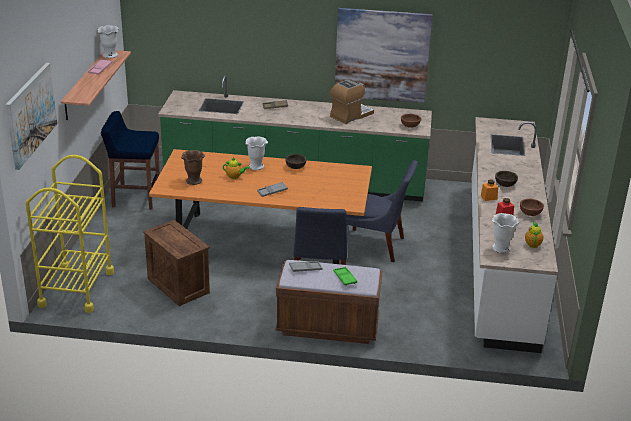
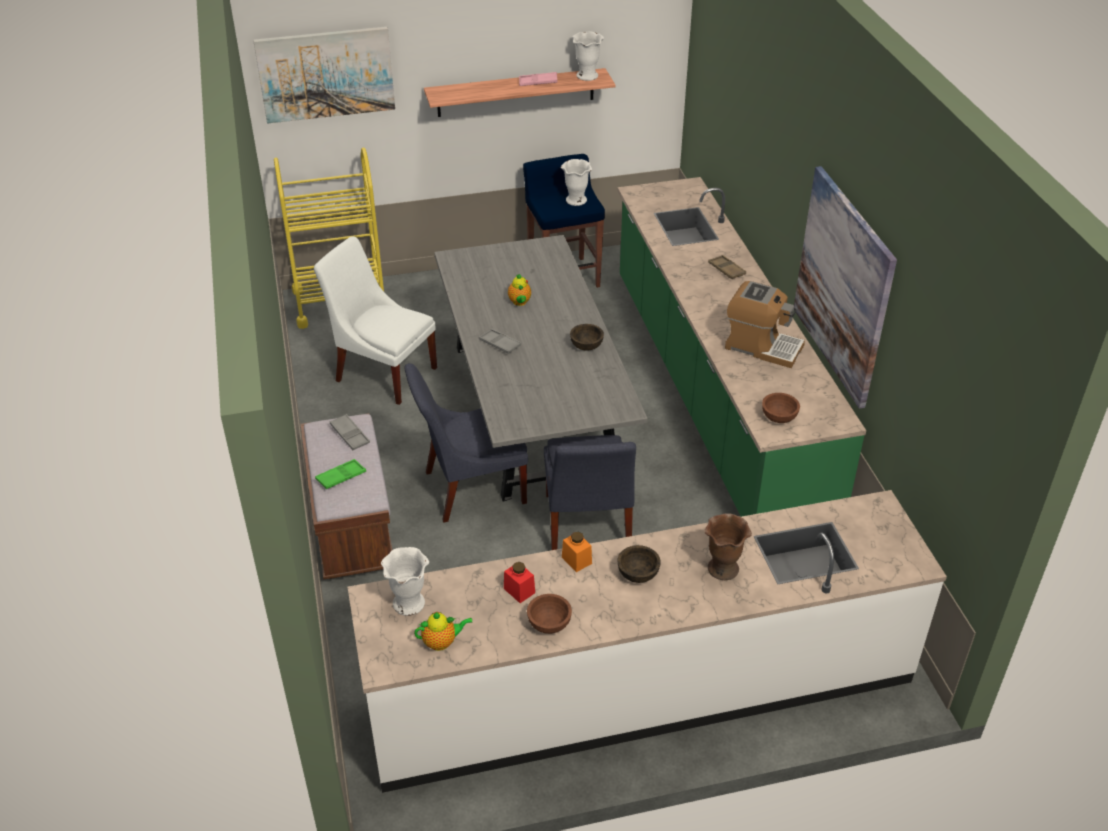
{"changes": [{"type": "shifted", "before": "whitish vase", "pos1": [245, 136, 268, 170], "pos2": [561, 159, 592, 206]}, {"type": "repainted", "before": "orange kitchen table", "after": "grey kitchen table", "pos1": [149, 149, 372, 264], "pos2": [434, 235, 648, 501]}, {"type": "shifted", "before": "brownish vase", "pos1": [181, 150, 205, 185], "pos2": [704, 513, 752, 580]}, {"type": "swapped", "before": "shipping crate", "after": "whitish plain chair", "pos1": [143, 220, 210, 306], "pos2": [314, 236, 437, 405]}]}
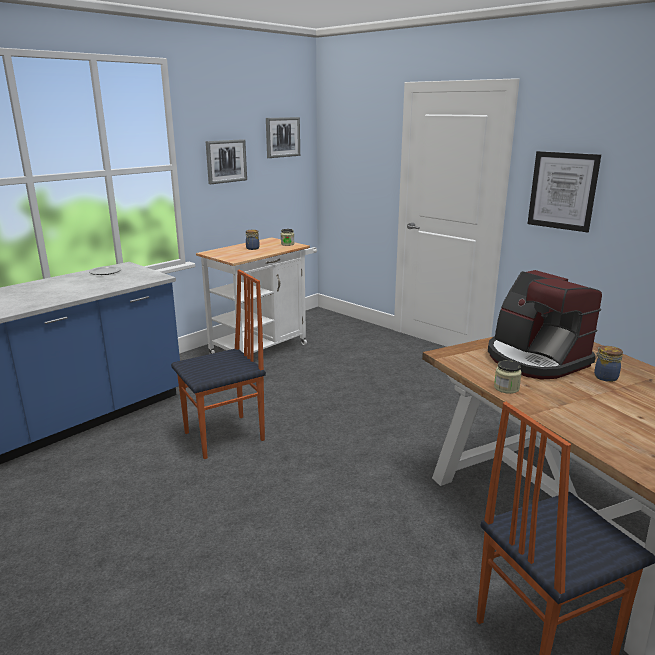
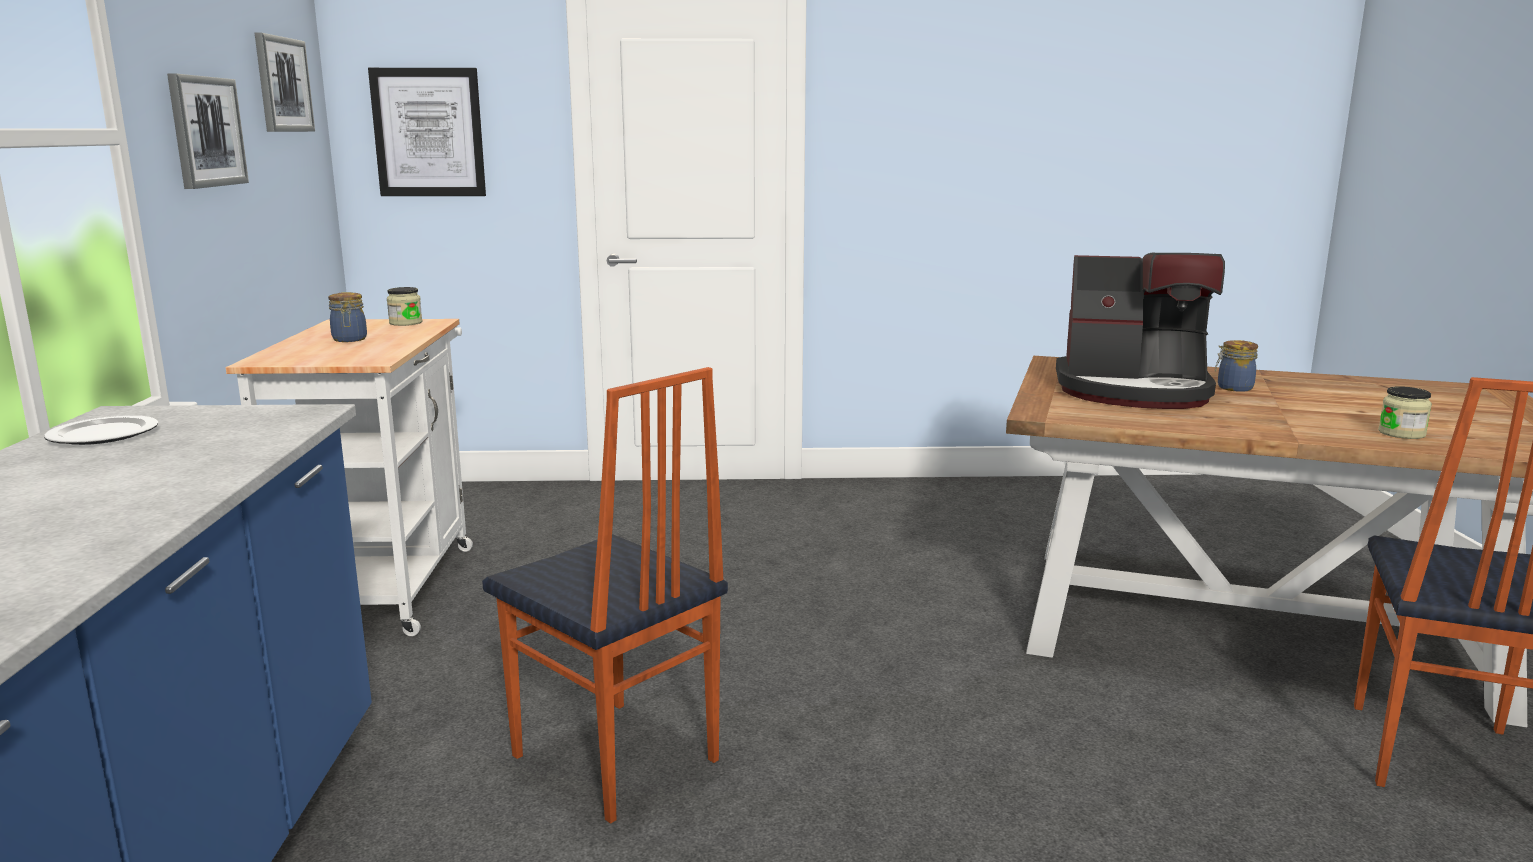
{"changes": [{"type": "shifted", "before": "picture", "pos1": [527, 151, 601, 232], "pos2": [368, 68, 486, 196]}, {"type": "rotated", "before": "plain chair", "pos1": [171, 270, 266, 459], "pos2": [482, 367, 728, 824], "turn": 120}, {"type": "shifted", "before": "jar", "pos1": [494, 360, 522, 394], "pos2": [1378, 386, 1432, 439]}]}
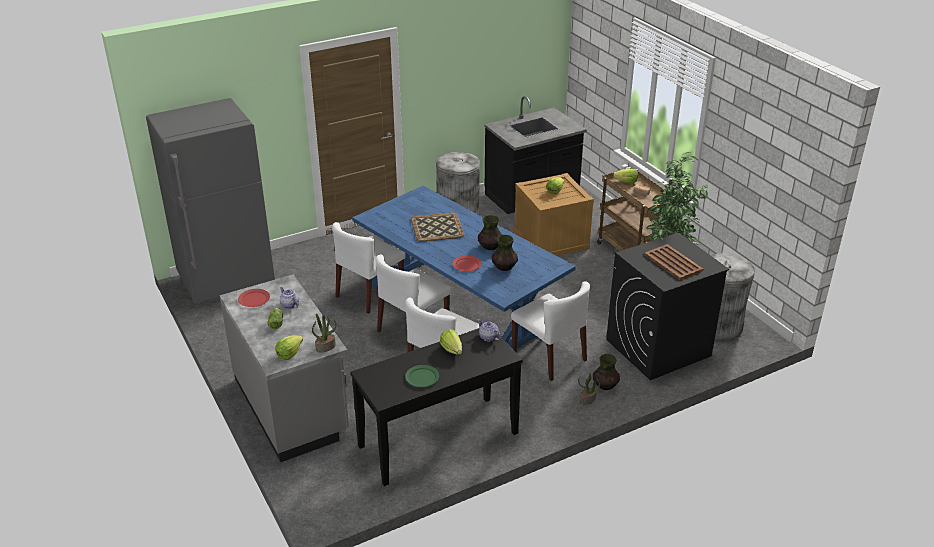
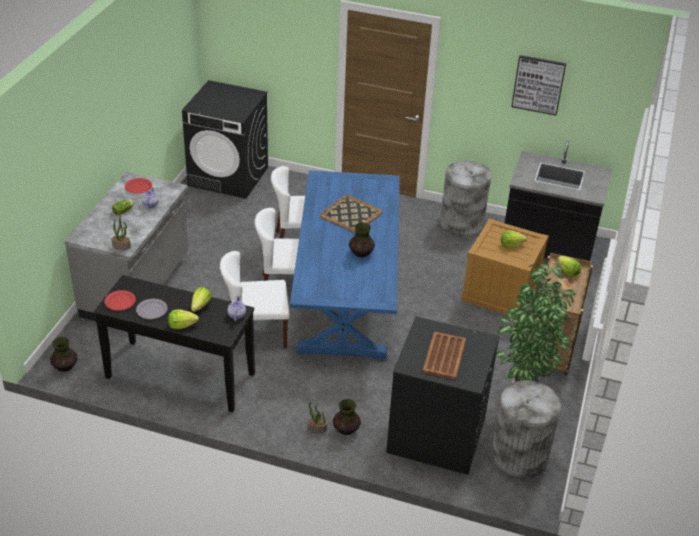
{"changes": [{"type": "swapped", "before": "grey fridge", "after": "blackish laundry appliance", "pos1": [146, 98, 275, 304], "pos2": [182, 80, 268, 199]}, {"type": "shifted", "before": "vase", "pos1": [492, 235, 518, 271], "pos2": [50, 337, 78, 372]}, {"type": "shifted", "before": "red-coloured plate", "pos1": [453, 256, 481, 272], "pos2": [104, 290, 136, 311]}, {"type": "gone", "before": "whitish plain chair", "pos1": [511, 281, 590, 381]}, {"type": "shifted", "before": "lettuce head", "pos1": [275, 335, 303, 360], "pos2": [168, 310, 199, 329]}, {"type": "repainted", "before": "greenish plate", "after": "grey plate", "pos1": [405, 365, 439, 387], "pos2": [136, 299, 168, 319]}, {"type": "new", "after": "picture", "pos2": [511, 55, 566, 116]}]}
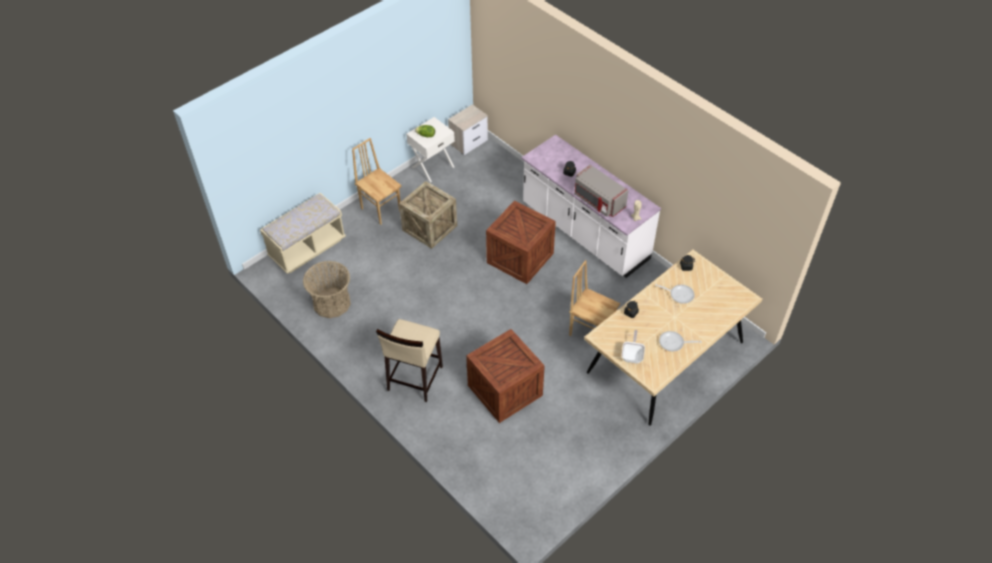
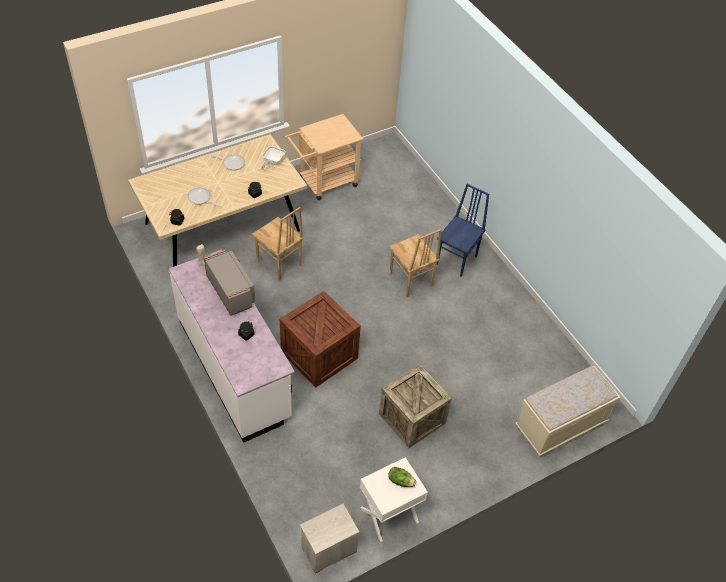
{"changes": [{"type": "shifted", "before": "brownish plain chair", "pos1": [352, 138, 402, 225], "pos2": [389, 229, 442, 297]}, {"type": "gone", "before": "storage basket", "pos1": [303, 261, 351, 318]}, {"type": "swapped", "before": "beige stool", "after": "blue plain chair", "pos1": [376, 319, 443, 402], "pos2": [437, 184, 489, 277]}, {"type": "gone", "before": "shipping crate", "pos1": [466, 329, 545, 423]}, {"type": "new", "after": "beige cart", "pos2": [285, 114, 364, 200]}]}
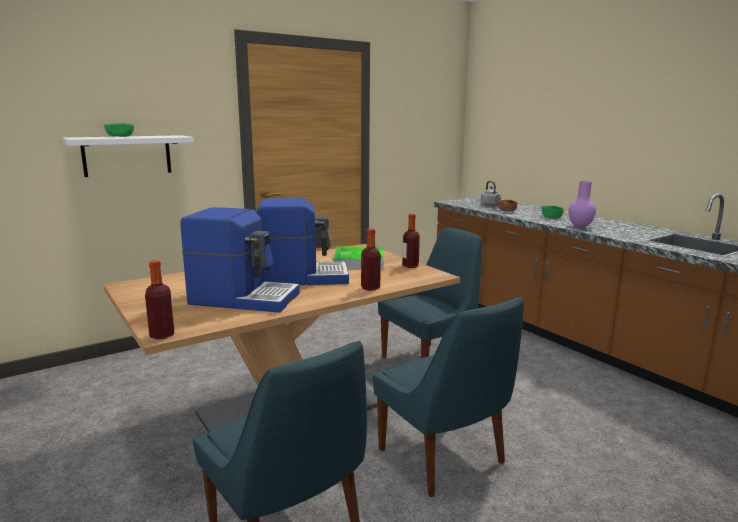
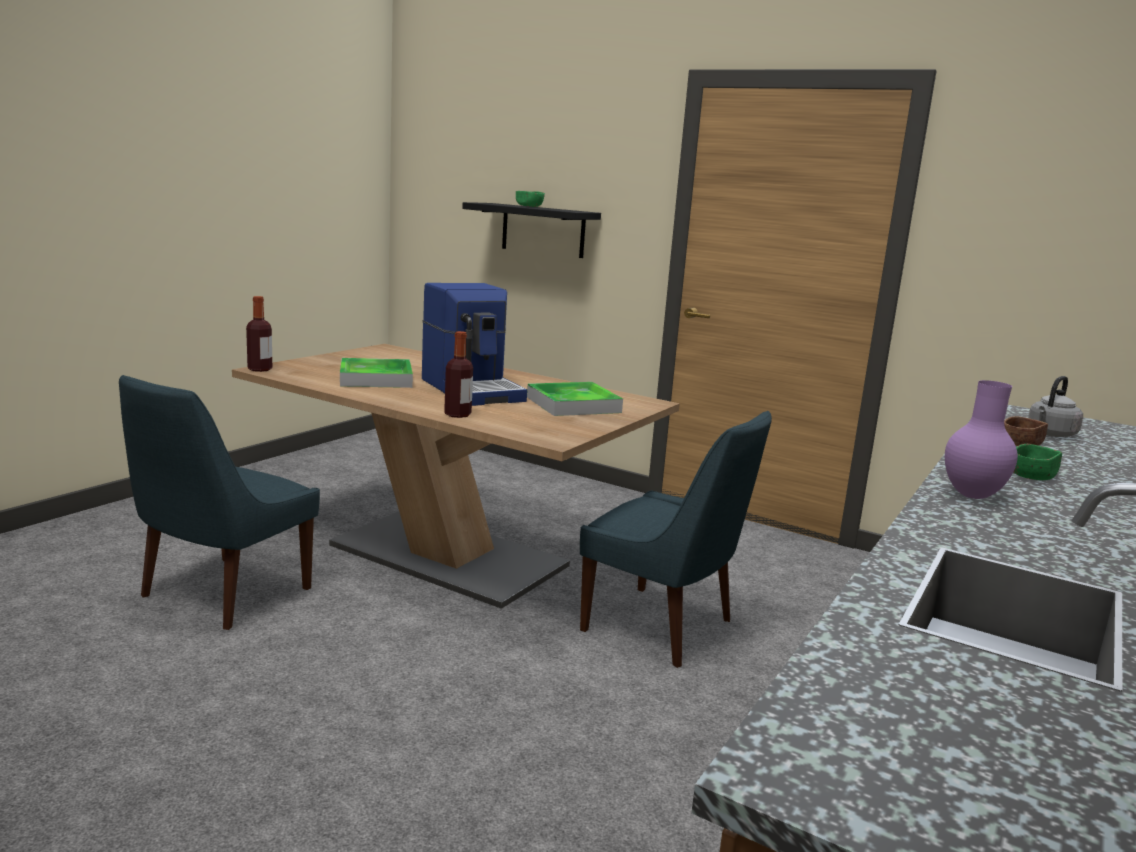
{"changes": [{"type": "repainted", "before": "whitish bracket shelf", "after": "blackish bracket shelf", "pos1": [62, 135, 194, 177], "pos2": [462, 202, 601, 258]}, {"type": "swapped", "before": "coffee machine", "after": "tray", "pos1": [180, 207, 300, 313], "pos2": [340, 358, 413, 388]}, {"type": "gone", "before": "beverage bottle", "pos1": [402, 214, 420, 268]}, {"type": "gone", "before": "blue plain chair", "pos1": [373, 297, 524, 497]}]}
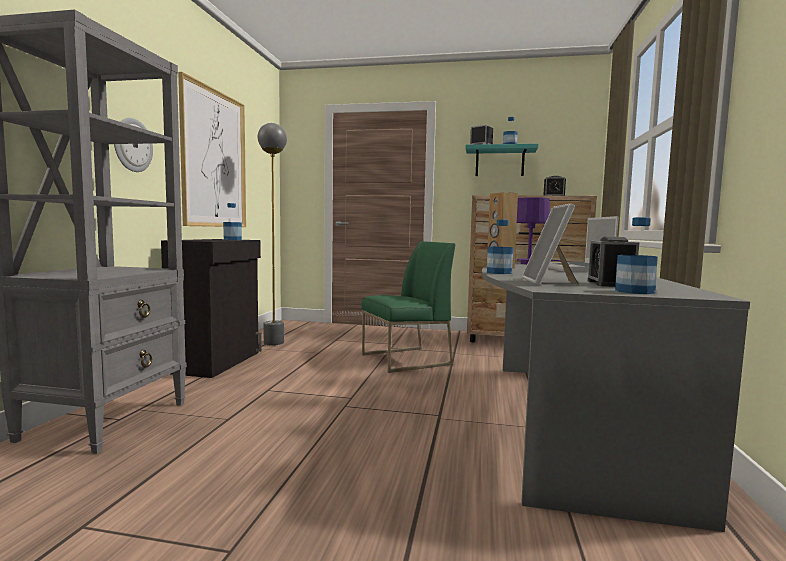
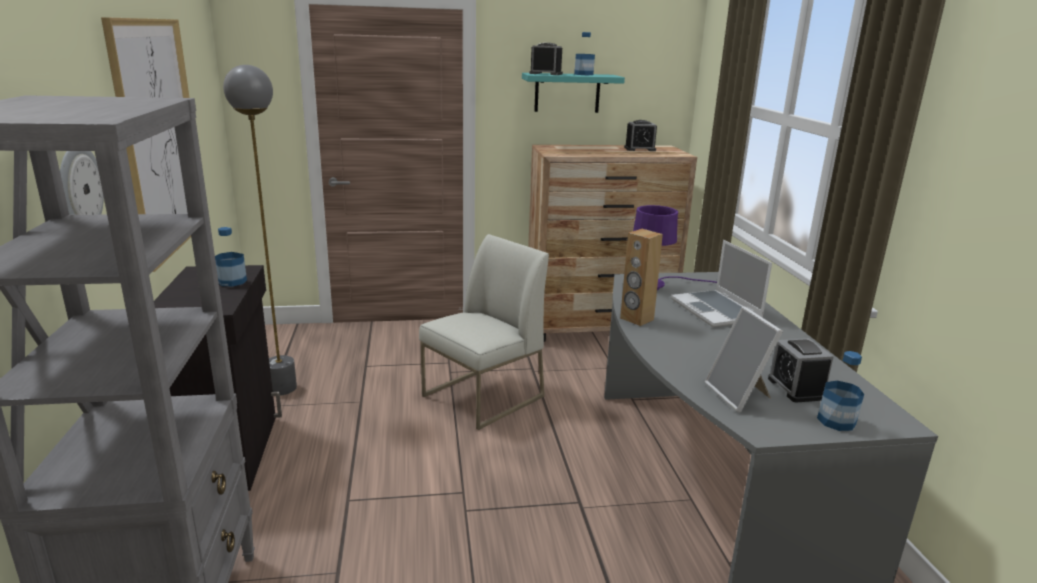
{"changes": [{"type": "gone", "before": "beverage bottle", "pos1": [487, 220, 514, 274]}, {"type": "repainted", "before": "greenish plain chair", "after": "whitish plain chair", "pos1": [362, 241, 455, 373], "pos2": [419, 234, 549, 430]}]}
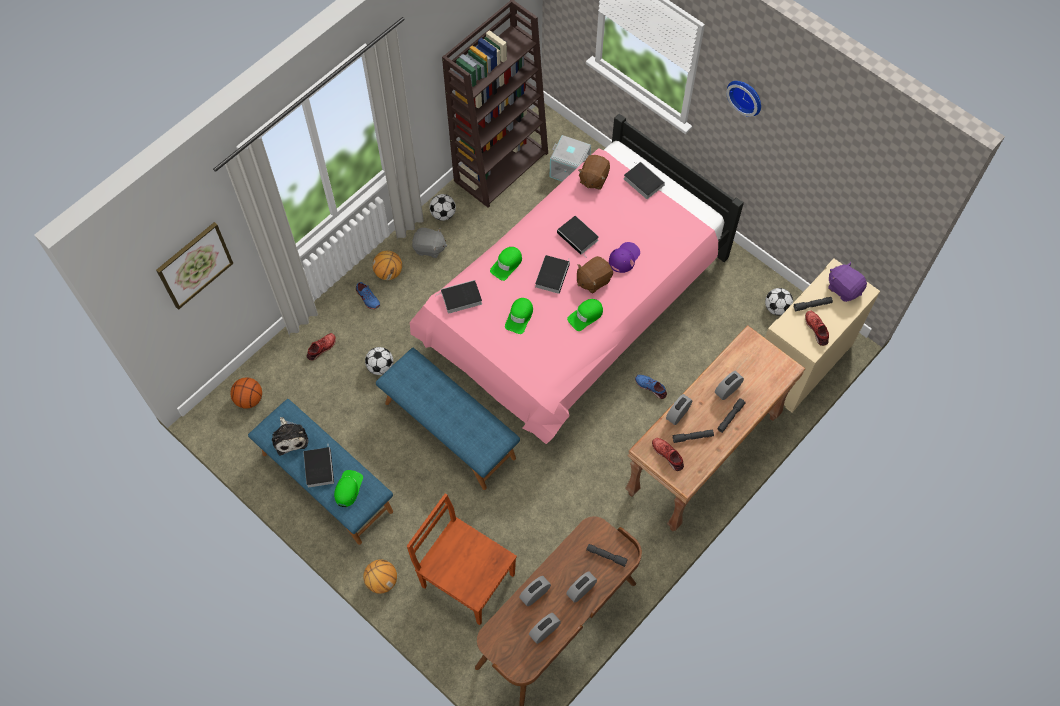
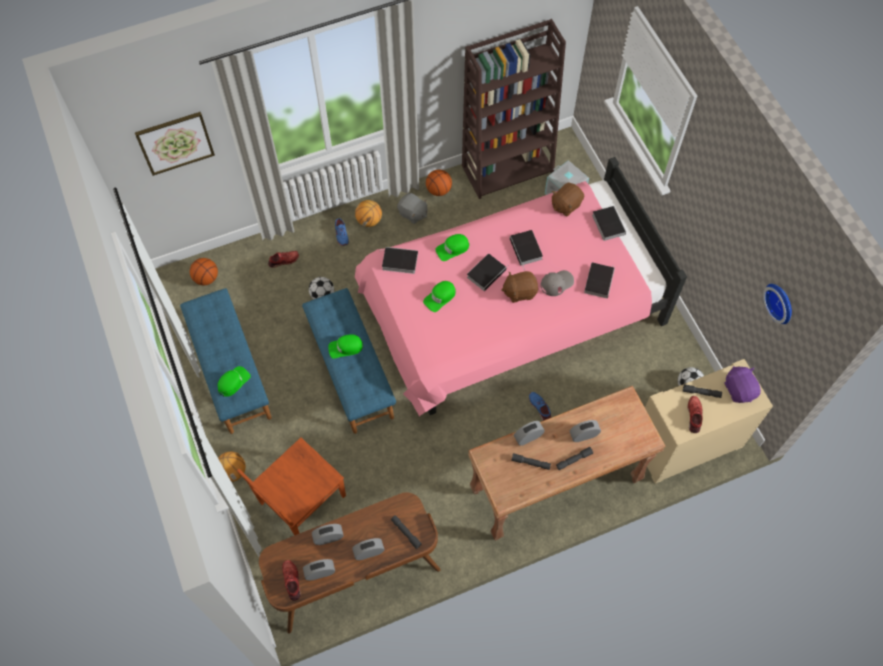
{"changes": [{"type": "shifted", "before": "wall clock", "pos1": [726, 81, 761, 117], "pos2": [763, 284, 792, 324]}, {"type": "swapped", "before": "ball for football", "after": "basketball ball", "pos1": [429, 194, 456, 221], "pos2": [426, 170, 452, 196]}, {"type": "repainted", "before": "purple baseball cap", "after": "grey baseball cap", "pos1": [609, 242, 640, 273], "pos2": [541, 270, 574, 296]}, {"type": "shifted", "before": "greenish baseball cap", "pos1": [567, 299, 603, 331], "pos2": [328, 334, 363, 359]}, {"type": "gone", "before": "cuddly toy", "pos1": [272, 417, 309, 455]}, {"type": "shifted", "before": "red-coloured shoe", "pos1": [652, 438, 684, 471], "pos2": [282, 560, 301, 601]}, {"type": "shifted", "before": "book", "pos1": [303, 443, 334, 488], "pos2": [584, 262, 615, 299]}, {"type": "rotated", "before": "brownish plain chair", "pos1": [407, 493, 517, 625], "pos2": [237, 438, 346, 536], "turn": -105}]}
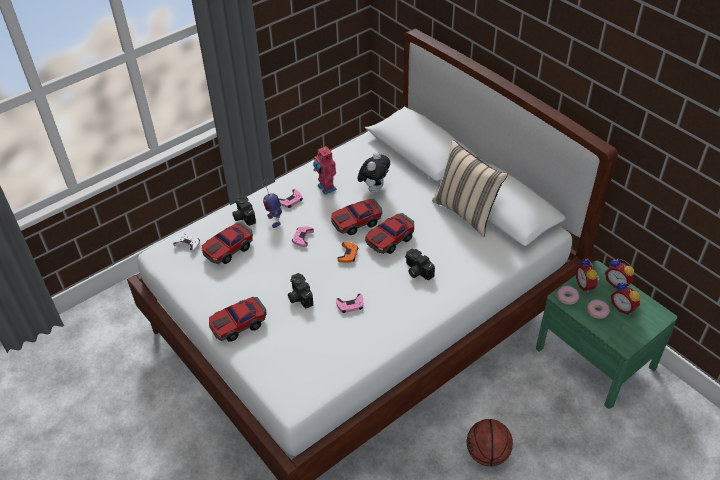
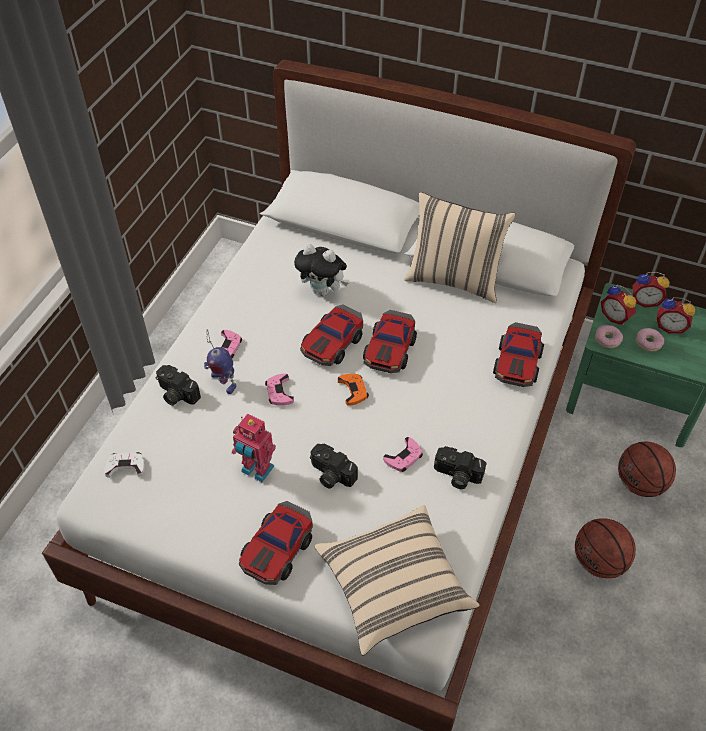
{"changes": [{"type": "shifted", "before": "model robot", "pos1": [313, 146, 337, 195], "pos2": [232, 413, 276, 482]}, {"type": "rotated", "before": "cuddly toy", "pos1": [358, 152, 390, 193], "pos2": [294, 244, 348, 296], "turn": 120}, {"type": "shifted", "before": "miniature car", "pos1": [201, 222, 253, 264], "pos2": [493, 322, 544, 387]}, {"type": "shifted", "before": "still camera", "pos1": [405, 249, 435, 280], "pos2": [434, 446, 486, 489]}, {"type": "new", "after": "basketball ball", "pos2": [618, 442, 676, 497]}, {"type": "new", "after": "beige pillow", "pos2": [315, 505, 479, 656]}]}
